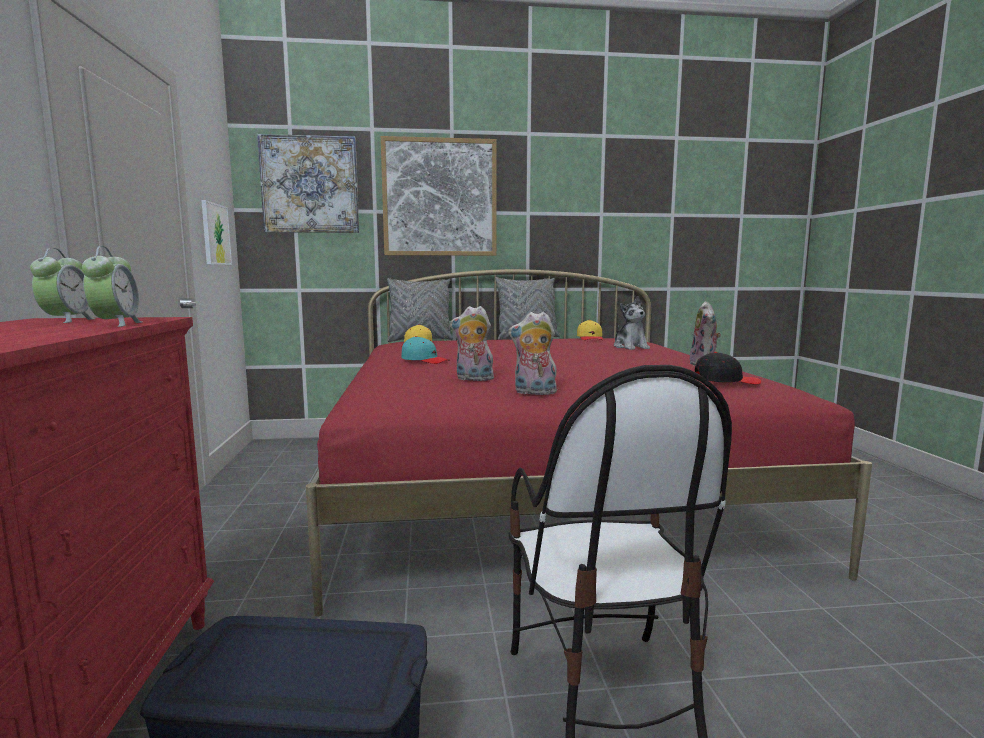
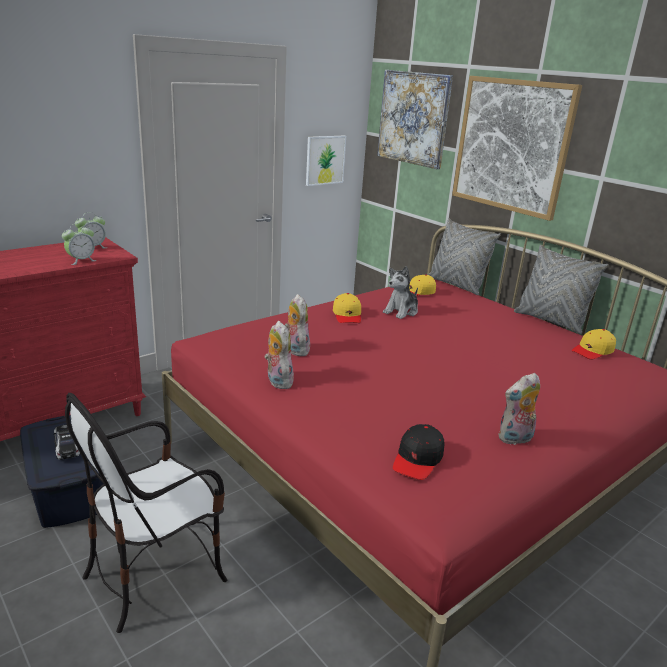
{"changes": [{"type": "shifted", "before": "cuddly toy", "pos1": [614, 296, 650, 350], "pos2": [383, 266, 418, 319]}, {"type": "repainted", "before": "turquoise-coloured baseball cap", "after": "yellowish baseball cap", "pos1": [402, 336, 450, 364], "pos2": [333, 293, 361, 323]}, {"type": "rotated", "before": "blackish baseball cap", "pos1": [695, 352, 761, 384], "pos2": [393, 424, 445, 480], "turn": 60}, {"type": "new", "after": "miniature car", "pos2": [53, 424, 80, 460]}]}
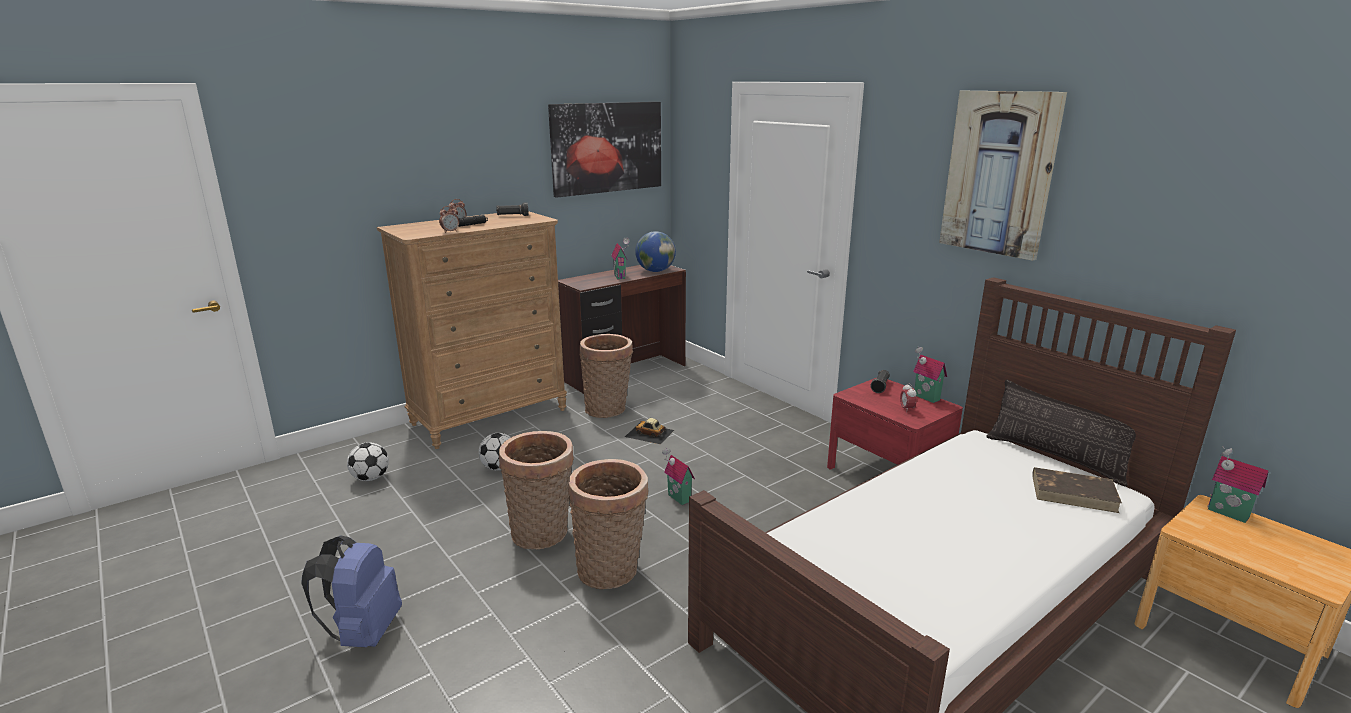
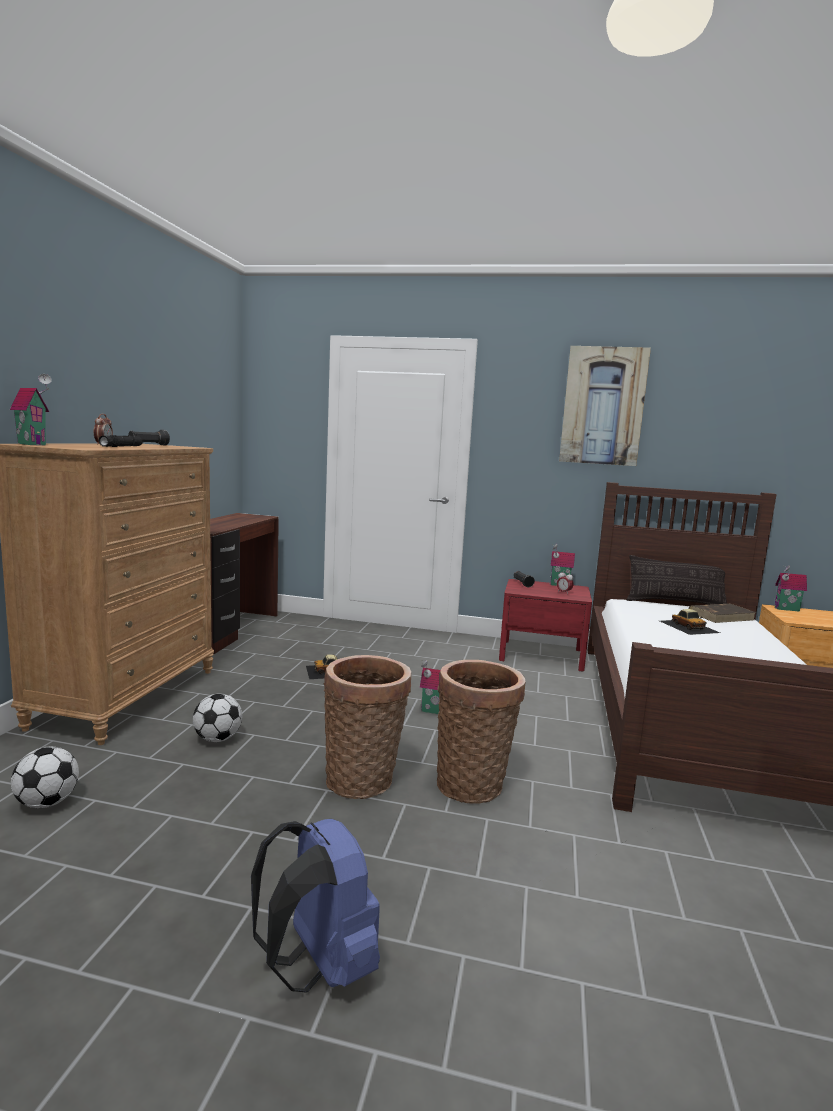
{"changes": [{"type": "gone", "before": "picture", "pos1": [548, 102, 661, 198]}, {"type": "gone", "before": "alarm clock", "pos1": [439, 206, 459, 233]}, {"type": "gone", "before": "globe", "pos1": [635, 231, 676, 272]}, {"type": "shifted", "before": "model house", "pos1": [611, 237, 630, 280], "pos2": [10, 374, 52, 446]}, {"type": "gone", "before": "storage basket", "pos1": [579, 334, 633, 418]}, {"type": "new", "after": "miniature car", "pos2": [660, 609, 720, 635]}]}
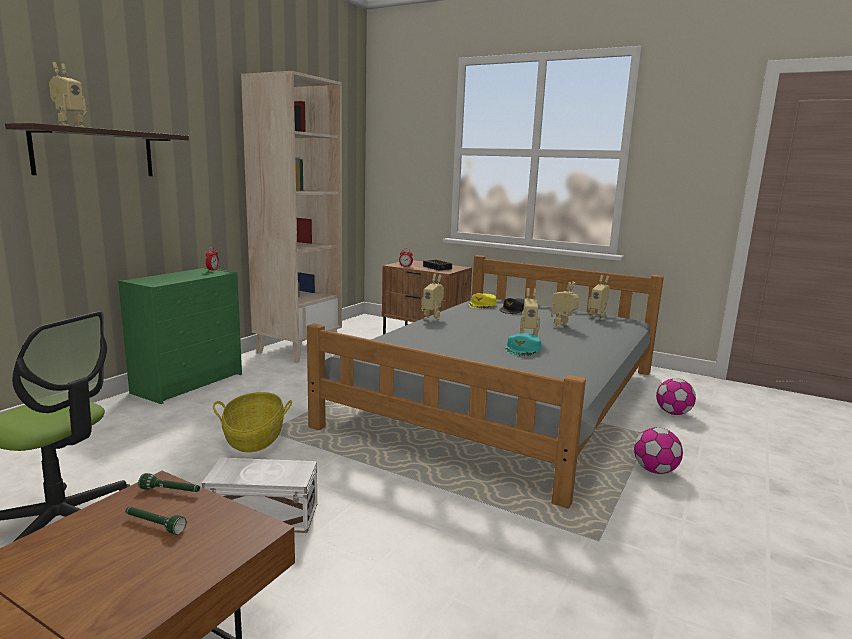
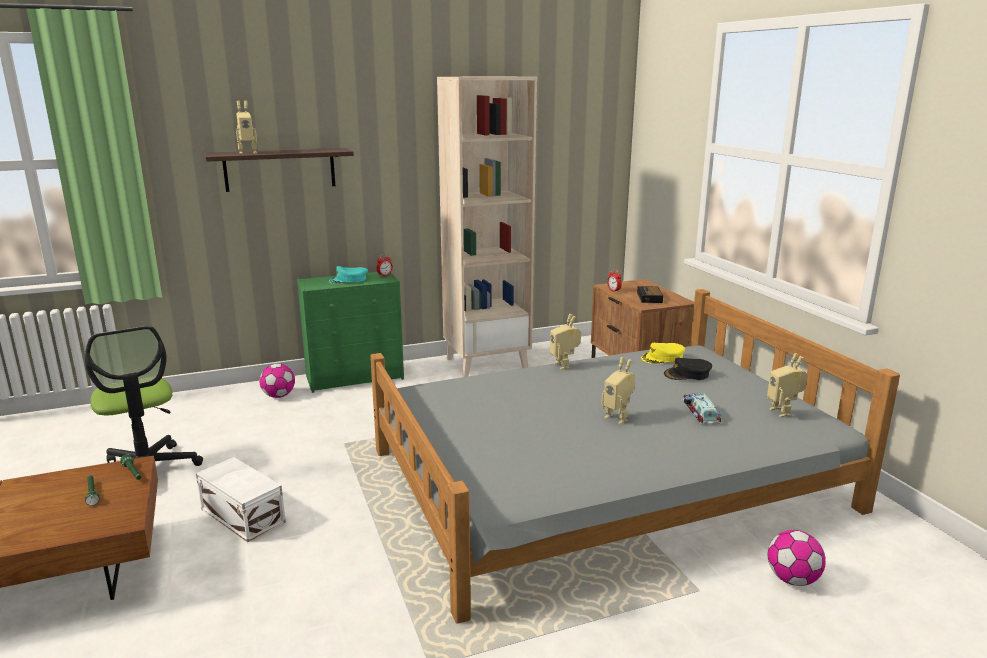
{"changes": [{"type": "swapped", "before": "model robot", "after": "miniature car", "pos1": [551, 282, 579, 328], "pos2": [683, 393, 723, 424]}, {"type": "shifted", "before": "turquoise-coloured baseball cap", "pos1": [505, 333, 541, 357], "pos2": [329, 266, 368, 284]}, {"type": "gone", "before": "storage basket", "pos1": [213, 392, 292, 452]}, {"type": "shifted", "before": "ball for football", "pos1": [634, 427, 683, 474], "pos2": [259, 364, 295, 398]}]}
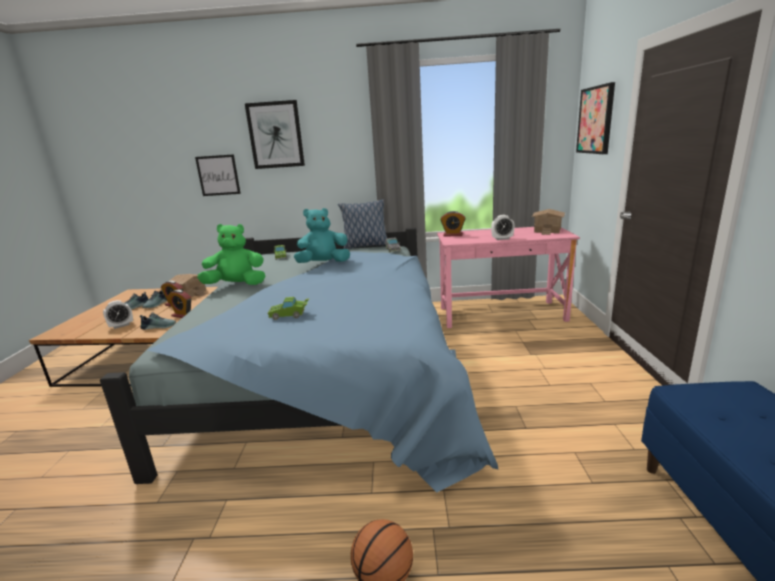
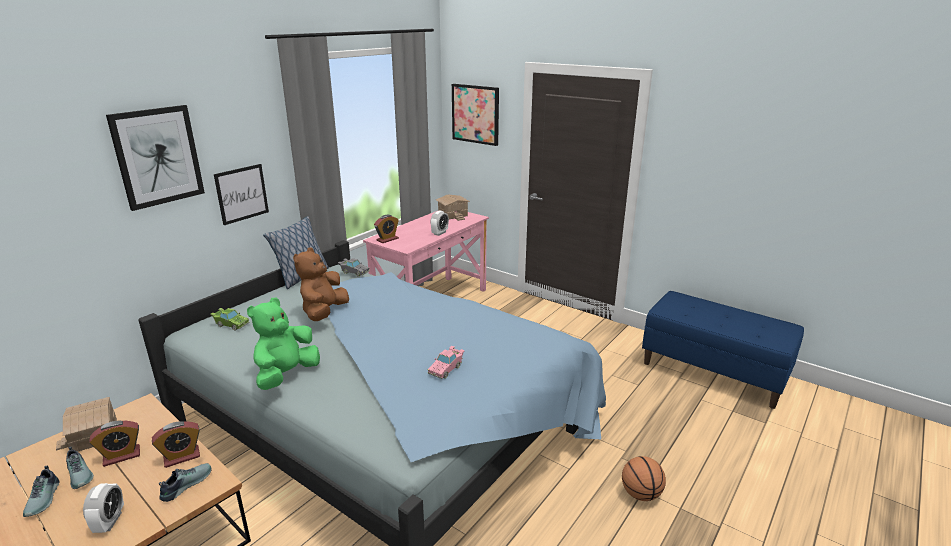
{"changes": [{"type": "shifted", "before": "picture", "pos1": [195, 154, 241, 196], "pos2": [214, 164, 269, 225]}, {"type": "repainted", "before": "turquoise-coloured cuddly toy", "after": "brownish cuddly toy", "pos1": [294, 208, 350, 263], "pos2": [293, 247, 349, 321]}, {"type": "repainted", "before": "greenish miniature car", "after": "pink-coloured miniature car", "pos1": [267, 297, 309, 320], "pos2": [427, 346, 465, 379]}]}
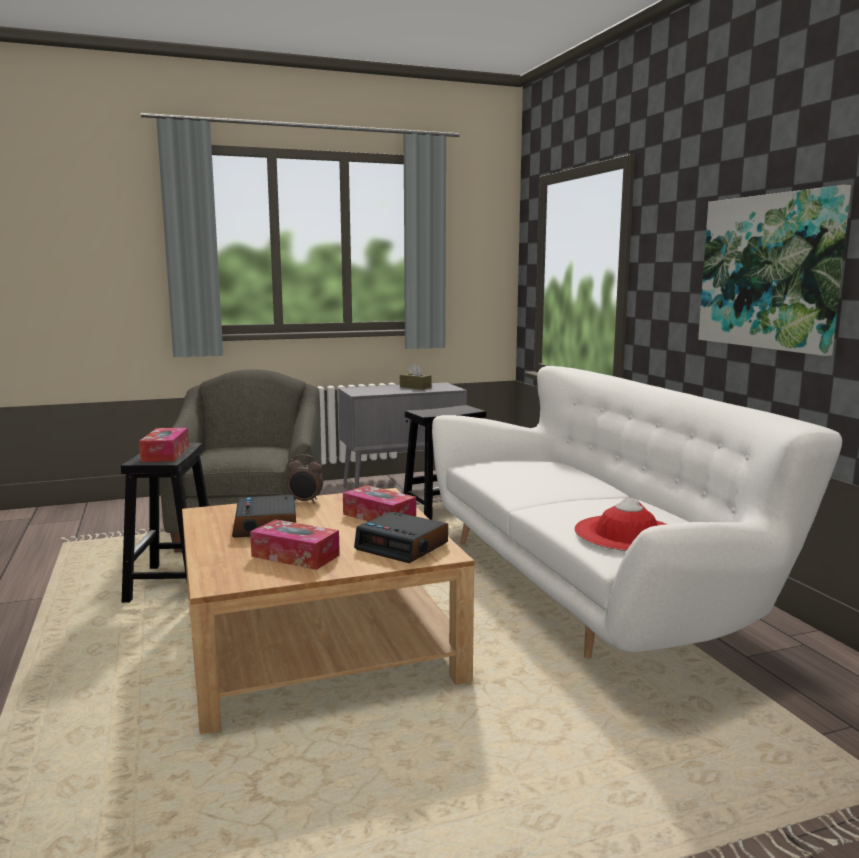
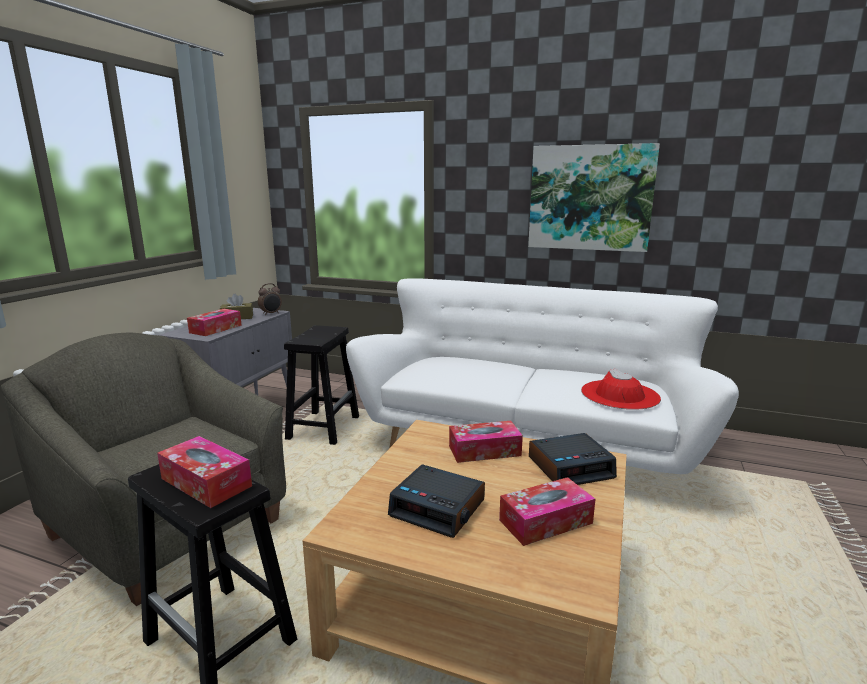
{"changes": [{"type": "shifted", "before": "alarm clock", "pos1": [287, 455, 323, 503], "pos2": [258, 283, 282, 315]}, {"type": "new", "after": "box of tissues", "pos2": [187, 309, 242, 336]}]}
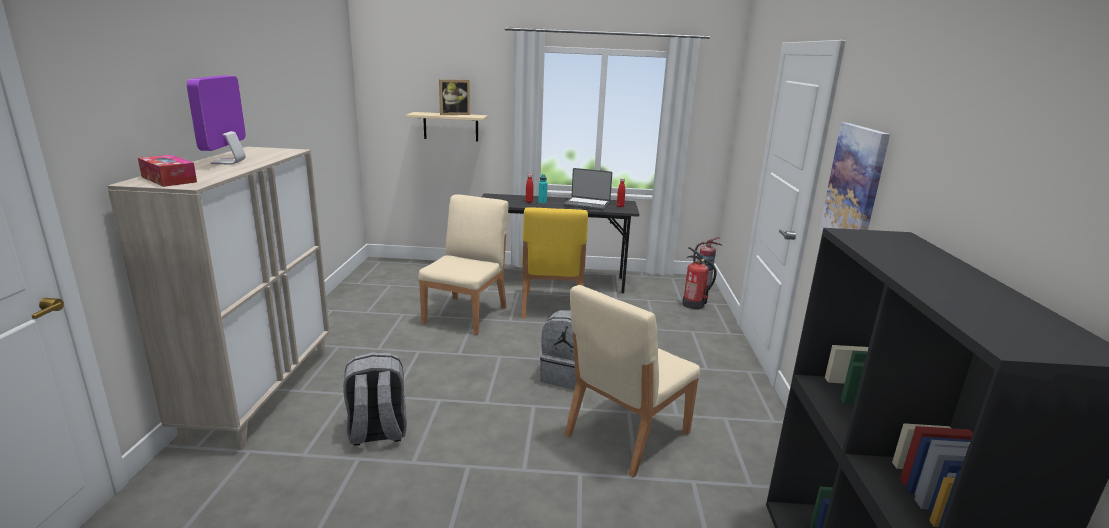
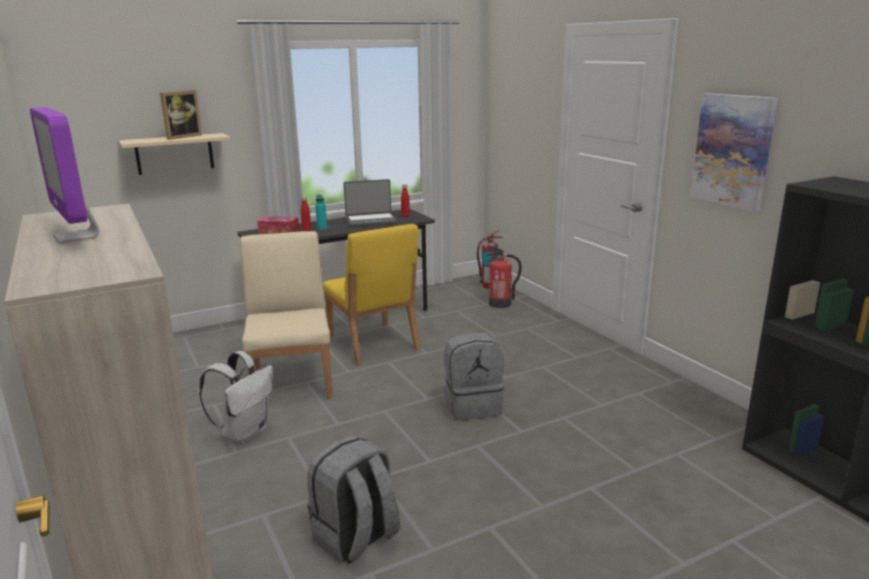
{"changes": [{"type": "shifted", "before": "box of tissues", "pos1": [138, 155, 197, 187], "pos2": [257, 216, 299, 233]}, {"type": "gone", "before": "beige plain chair", "pos1": [565, 285, 700, 478]}, {"type": "new", "after": "whitish backpack", "pos2": [199, 351, 273, 443]}]}
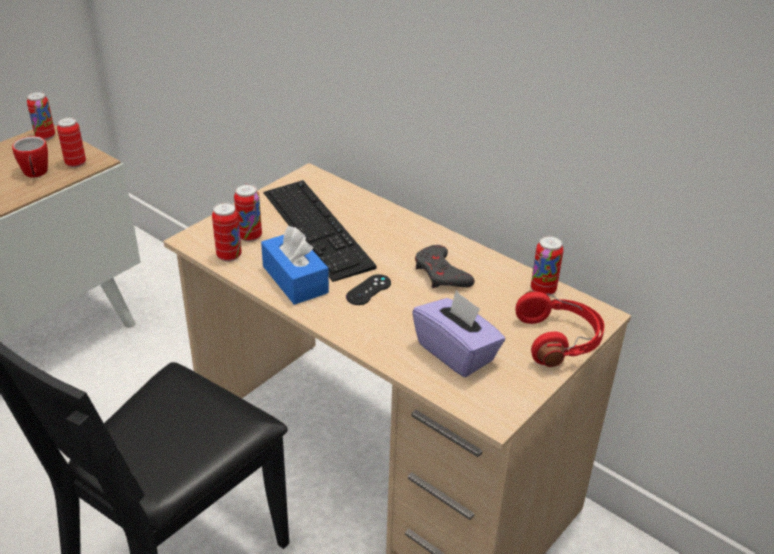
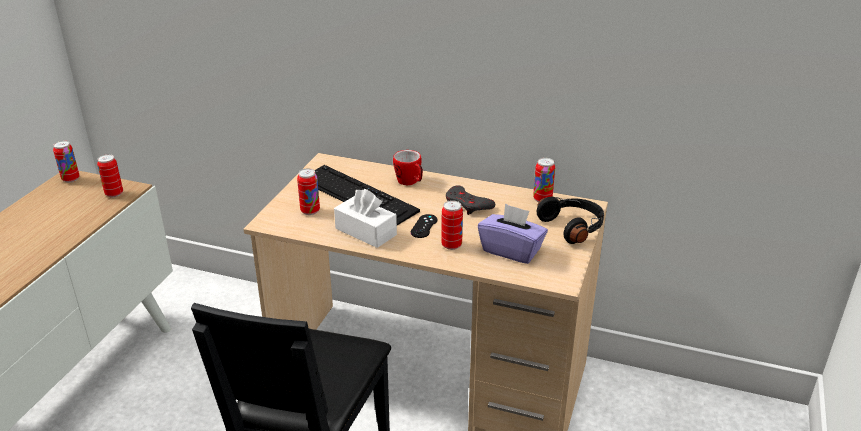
{"changes": [{"type": "shifted", "before": "mug", "pos1": [12, 136, 48, 177], "pos2": [393, 150, 423, 185]}, {"type": "shifted", "before": "can", "pos1": [212, 202, 241, 262], "pos2": [441, 200, 463, 250]}, {"type": "repainted", "before": "blue box of tissues", "after": "whitish box of tissues", "pos1": [261, 226, 329, 305], "pos2": [334, 189, 397, 248]}, {"type": "repainted", "before": "red-coloured pair of headphones", "after": "blackish pair of headphones", "pos1": [516, 291, 605, 367], "pos2": [537, 197, 604, 244]}]}
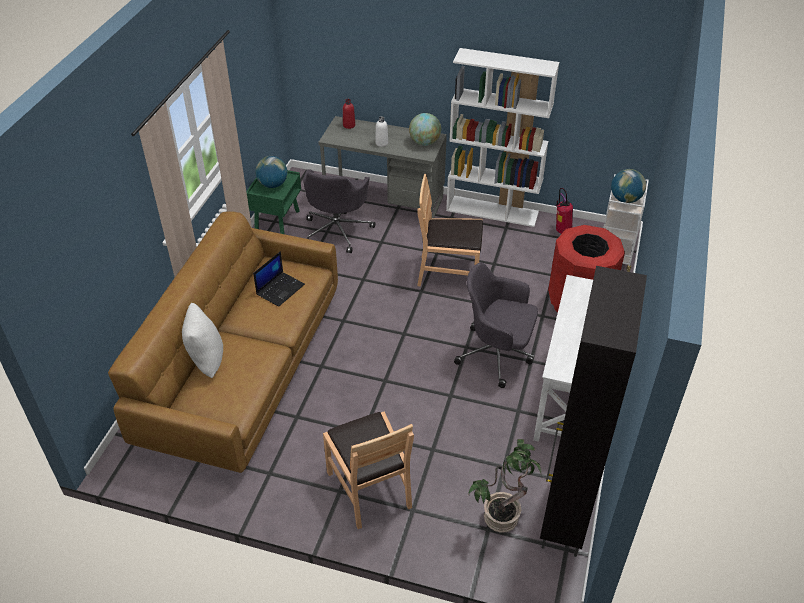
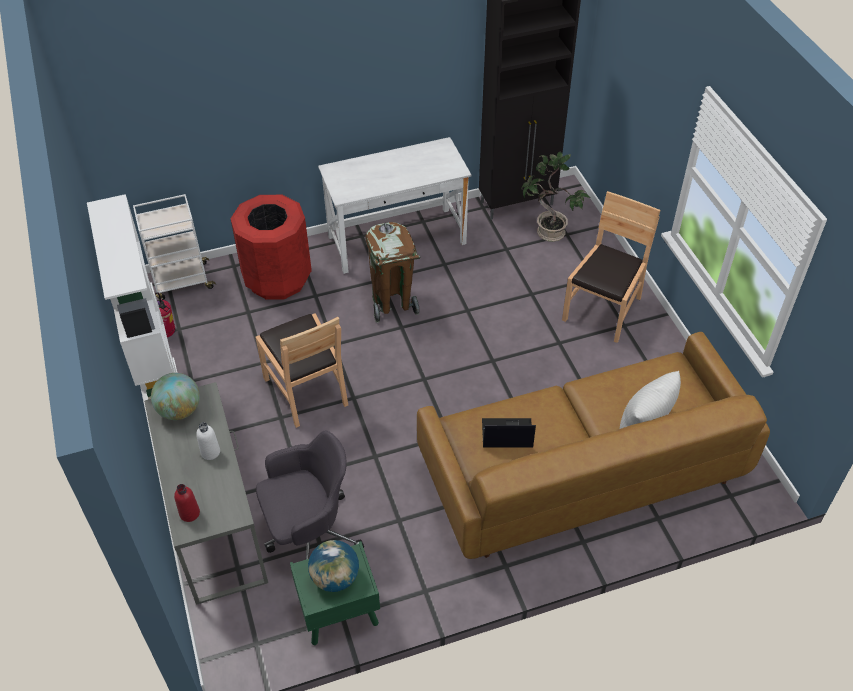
{"changes": [{"type": "gone", "before": "globe", "pos1": [611, 169, 646, 203]}, {"type": "swapped", "before": "grey office chair", "after": "brownish rubbish bin", "pos1": [454, 262, 538, 388], "pos2": [365, 222, 421, 323]}]}
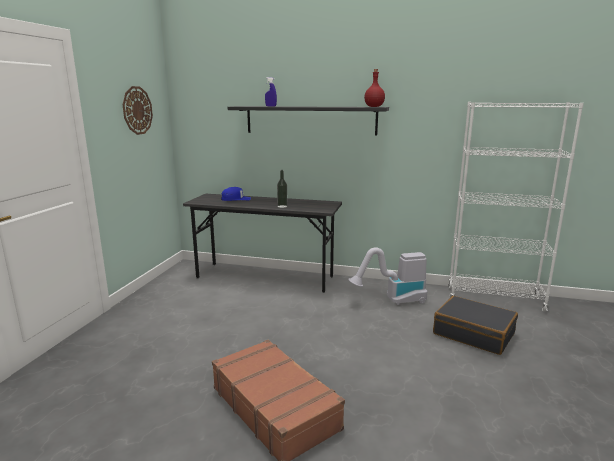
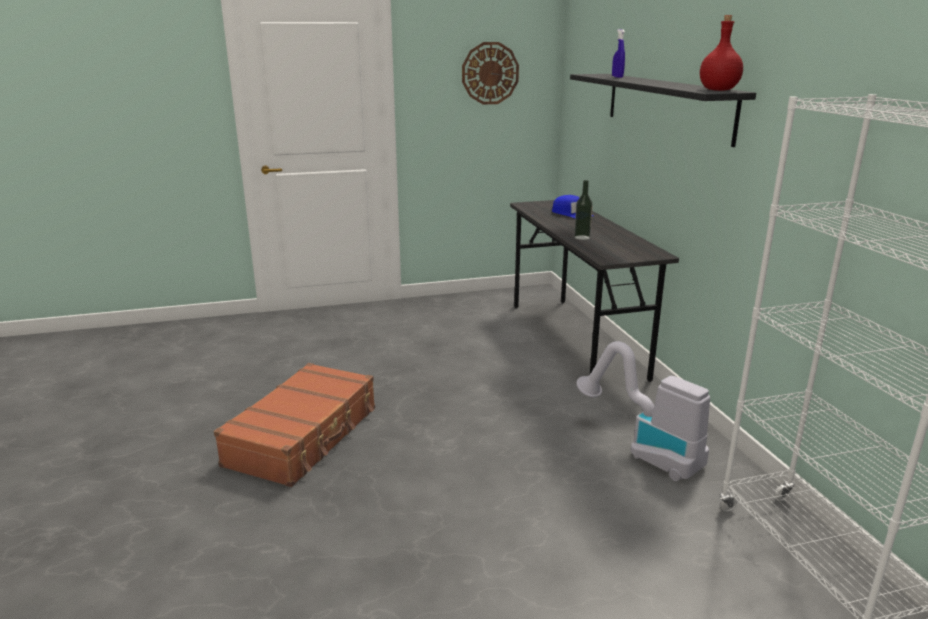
{"changes": [{"type": "gone", "before": "blackish suitcase", "pos1": [433, 296, 518, 355]}]}
